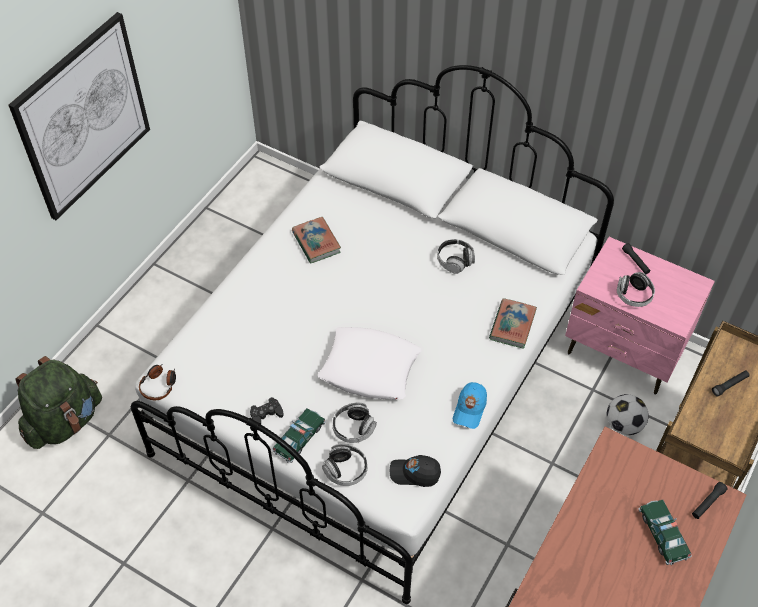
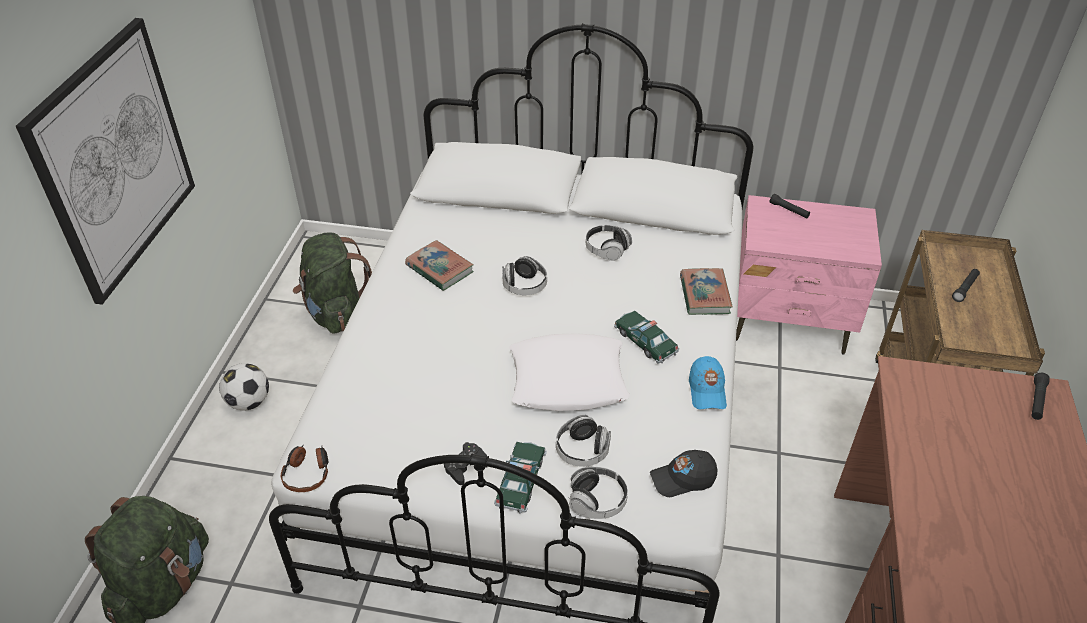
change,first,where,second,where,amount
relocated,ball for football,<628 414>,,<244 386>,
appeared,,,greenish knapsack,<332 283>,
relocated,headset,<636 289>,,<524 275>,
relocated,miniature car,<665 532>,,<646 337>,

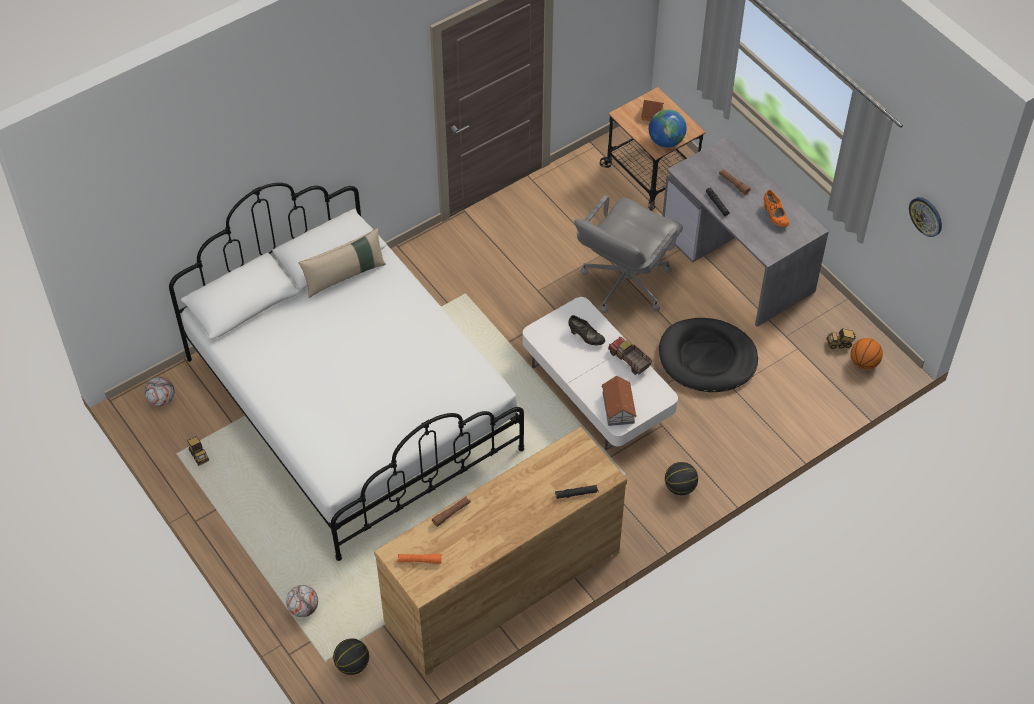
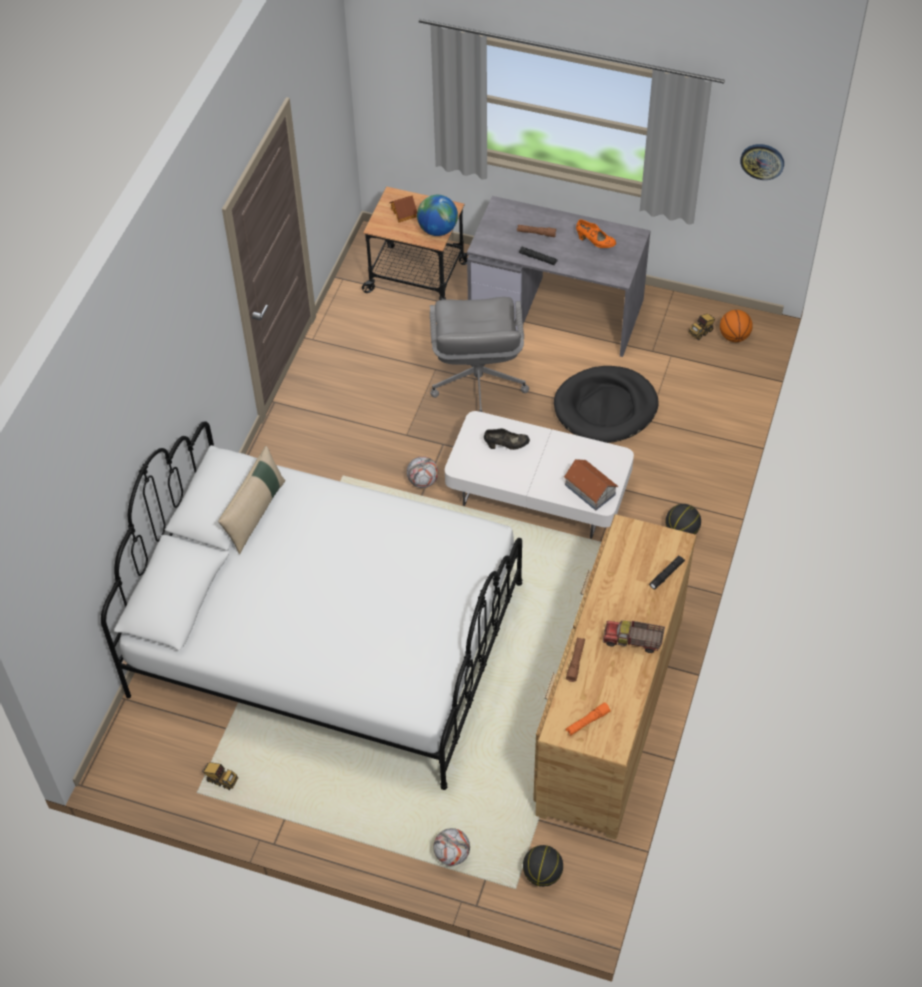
change,first,where,second,where,amount
relocated,ball for football,<159 391>,,<422 472>,
relocated,model truck,<630 356>,,<634 636>,

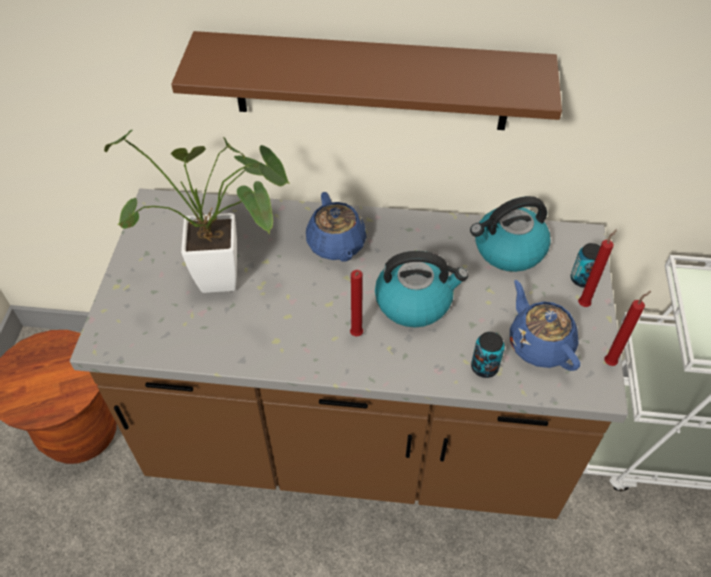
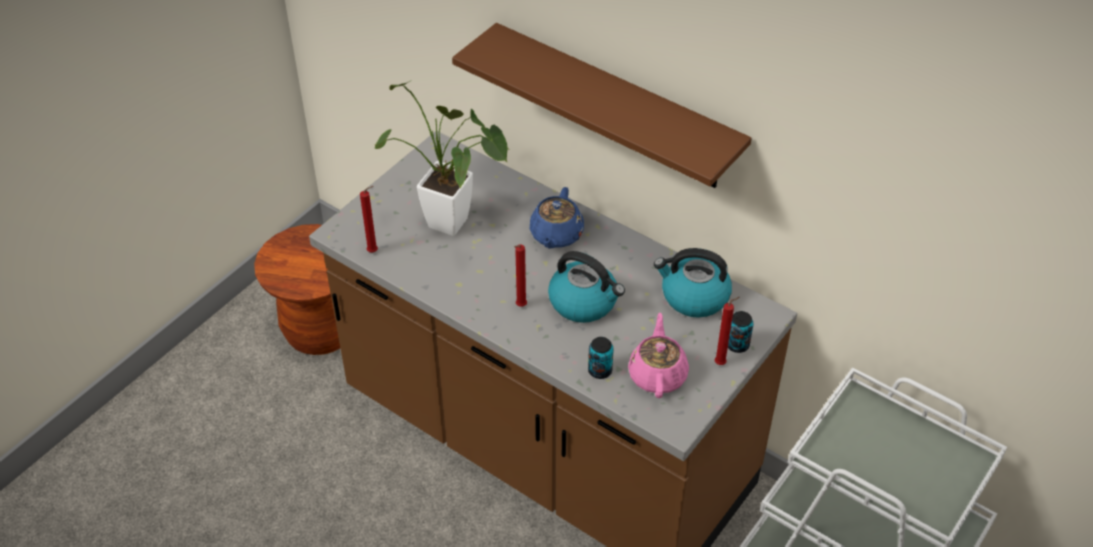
change,first,where,second,where,amount
relocated,reddish candle,<627 328>,,<369 219>,
colour,bluish pot for tea,<545 325>,pink pot for tea,<658 355>,

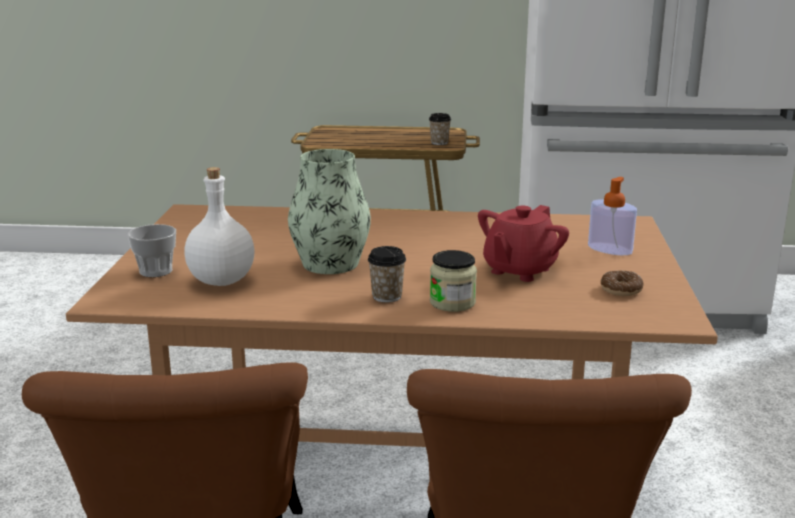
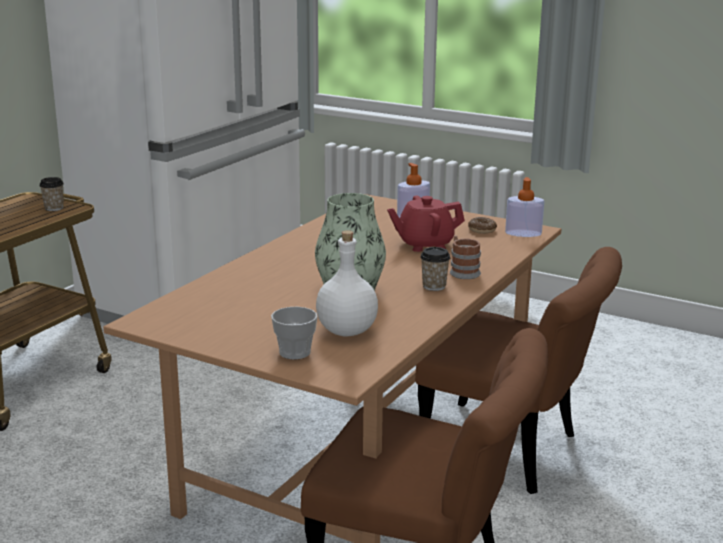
change,first,where,second,where,amount
spun,reddish pot for tea,<523 243>,,<426 224>,105 degrees clockwise
exchanged,storage jar,<453 281>,coffee mug,<465 257>,
appeared,,,soap bottle,<524 207>,

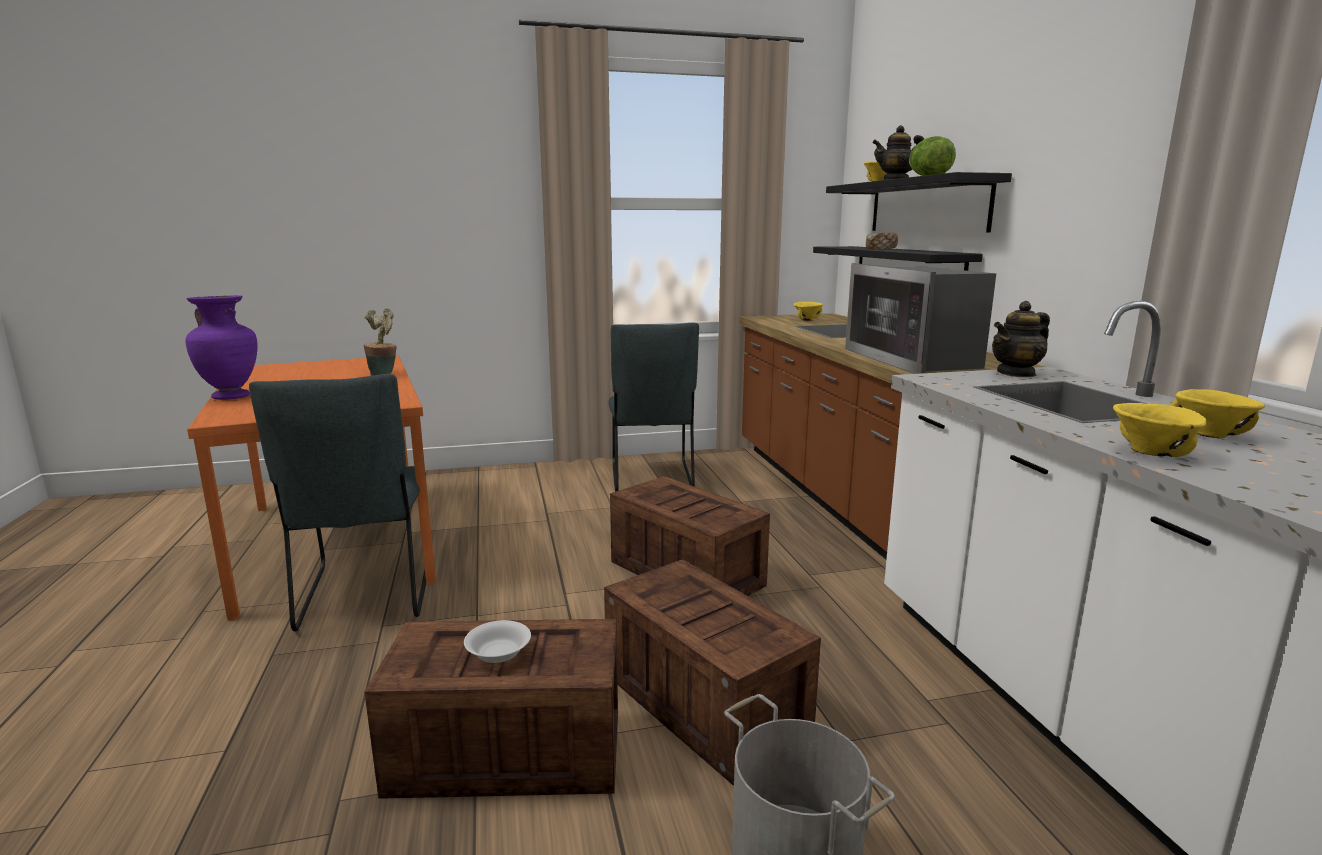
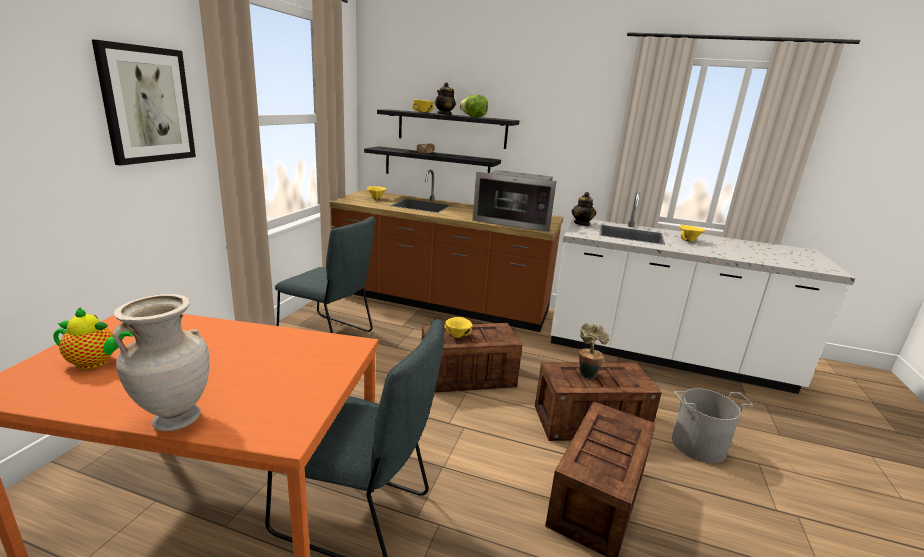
change,first,where,second,where,amount
appeared,,,pot for tea,<93 338>,
appeared,,,wall art,<144 103>,
colour,purple-coloured decorative vase,<221 347>,beige-coloured decorative vase,<161 362>,
relocated,yellowish deep dish,<1160 430>,,<459 327>,
relocated,potted plant,<380 342>,,<594 351>,
missing,white-coloured deep dish,<497 641>,,,

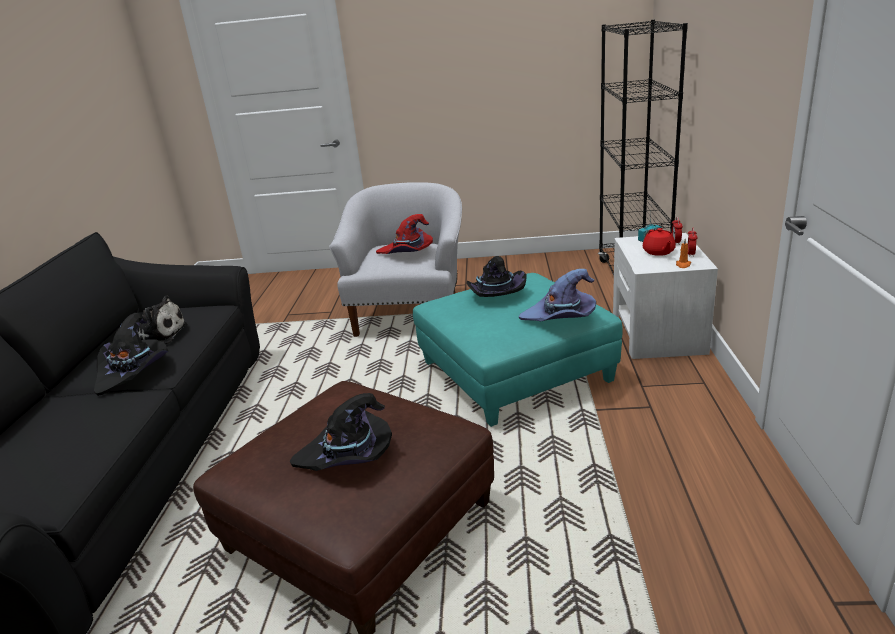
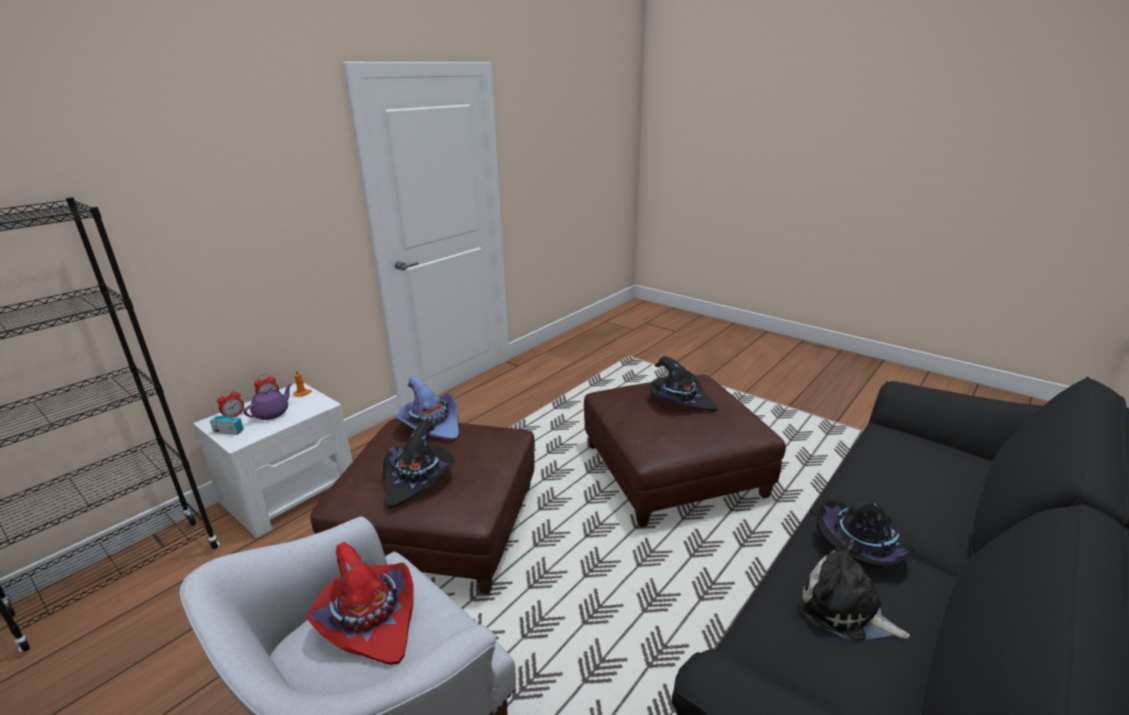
change,first,where,second,where,amount
colour,reddish pot for tea,<659 242>,purple-coloured pot for tea,<267 401>,
colour,turquoise-coloured ottoman,<518 350>,brown-coloured ottoman,<423 506>,

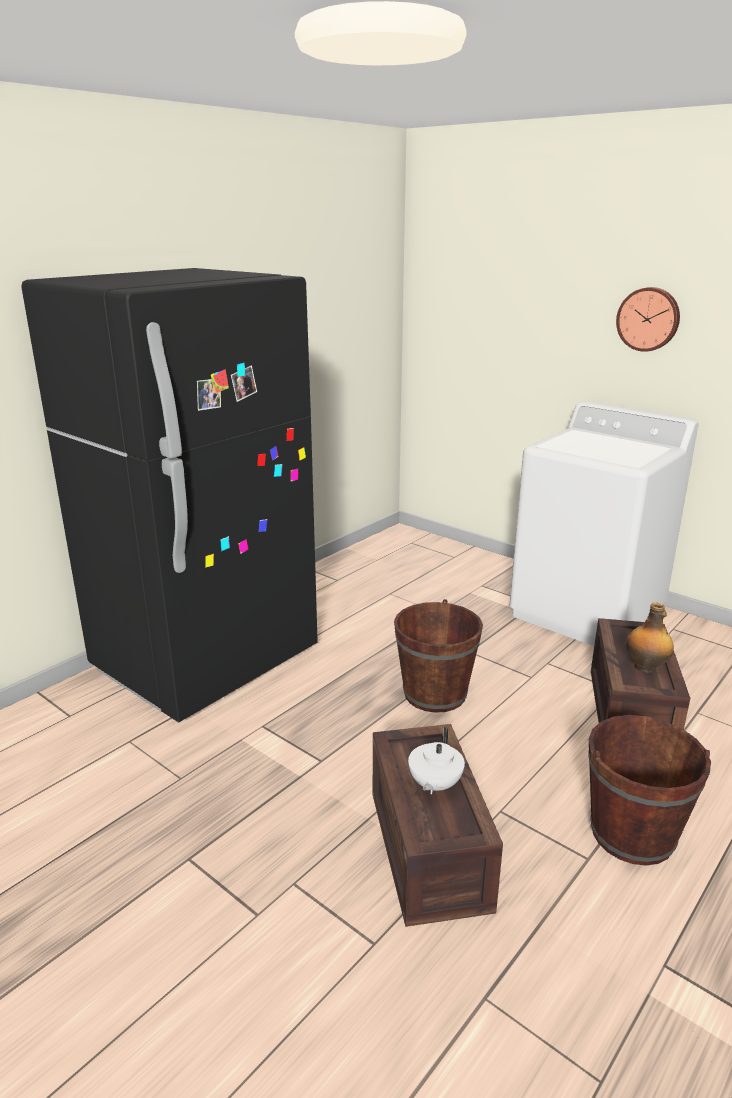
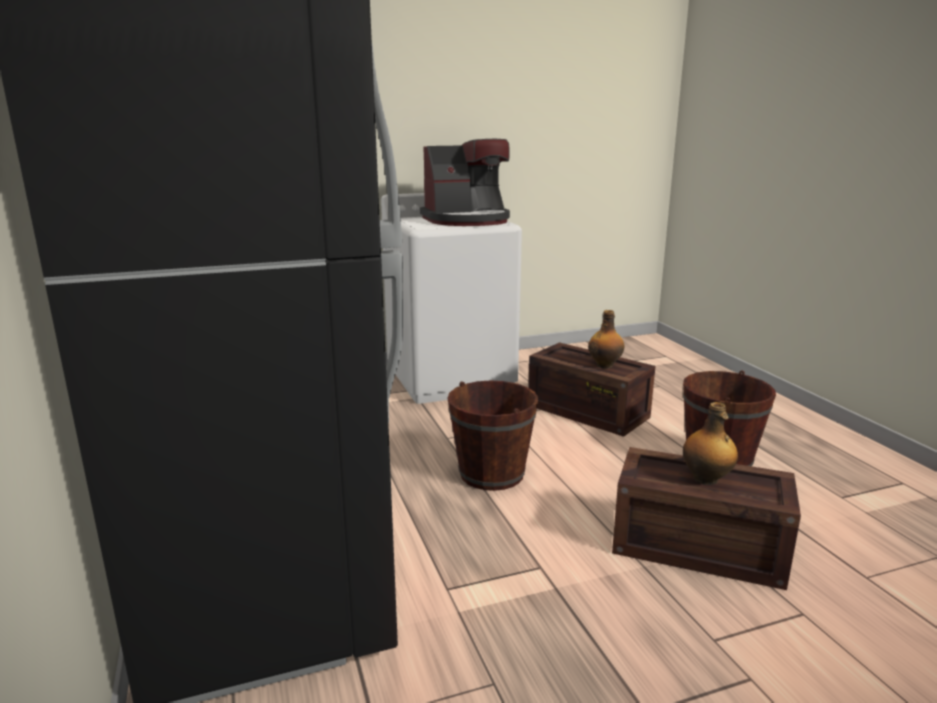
change,first,where,second,where,amount
appeared,,,coffee maker,<465 182>,
exchanged,white-coloured pot for tea,<436 760>,beverage bottle,<710 443>,
missing,clock on the wall,<648 319>,,,

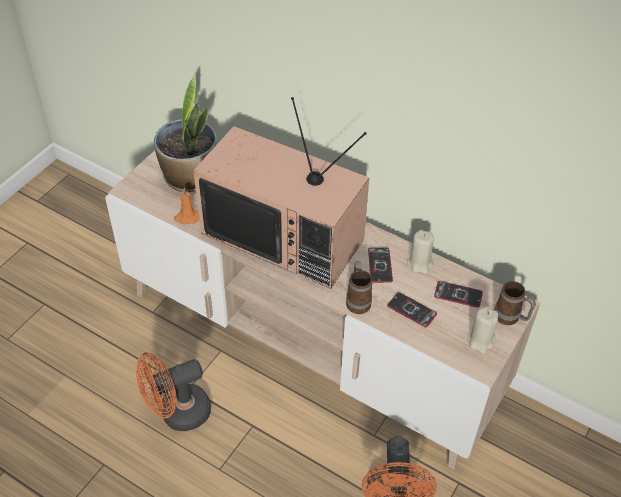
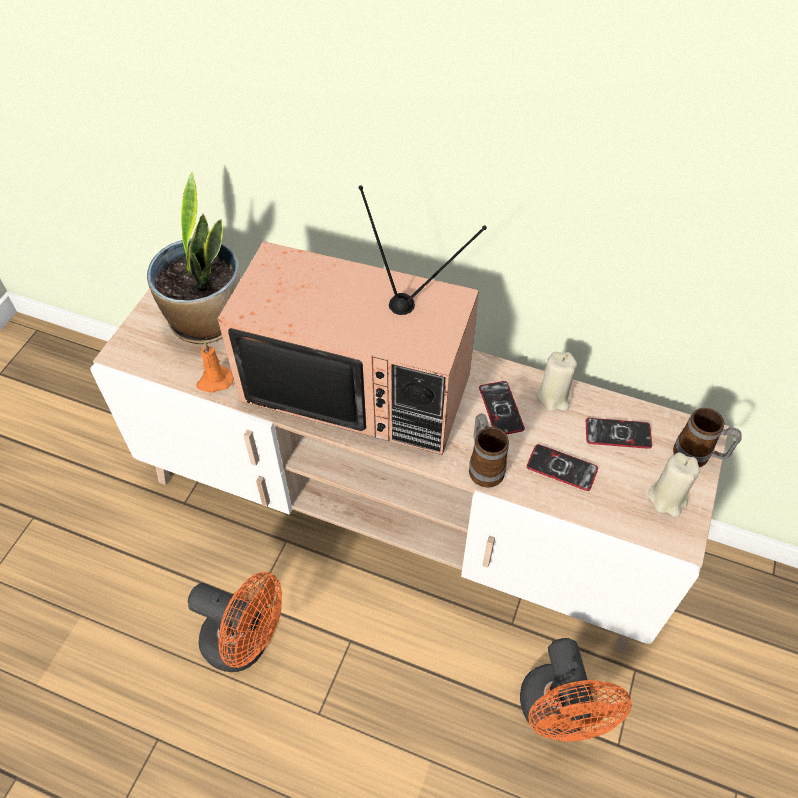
change,first,where,second,where,amount
spun,orange-coloured fan,<173 391>,,<235 622>,120 degrees counterclockwise

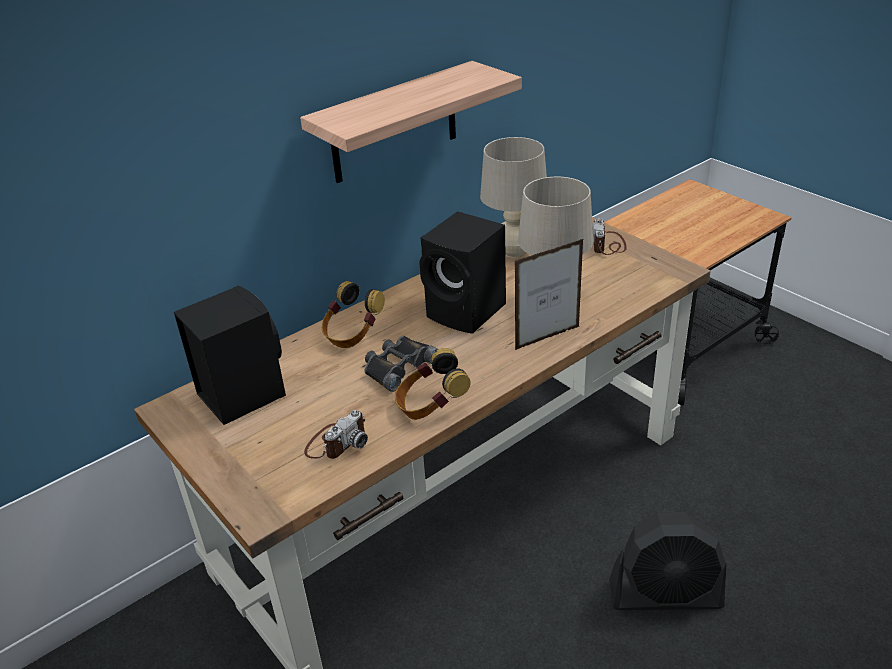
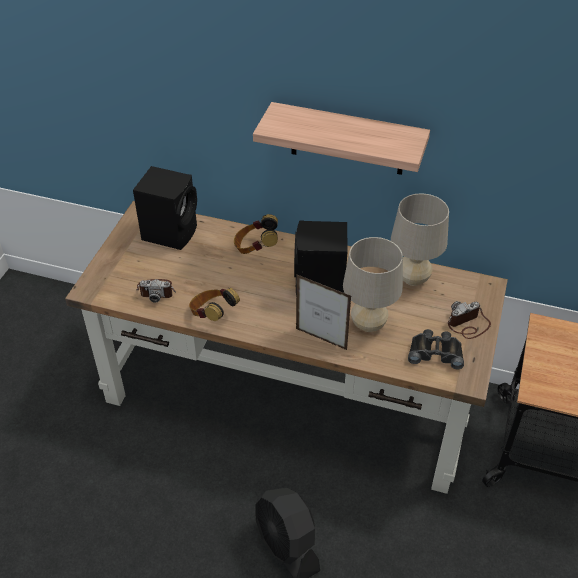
change,first,where,second,where,amount
relocated,black-coloured pair of binoculars,<401 364>,,<436 349>,

